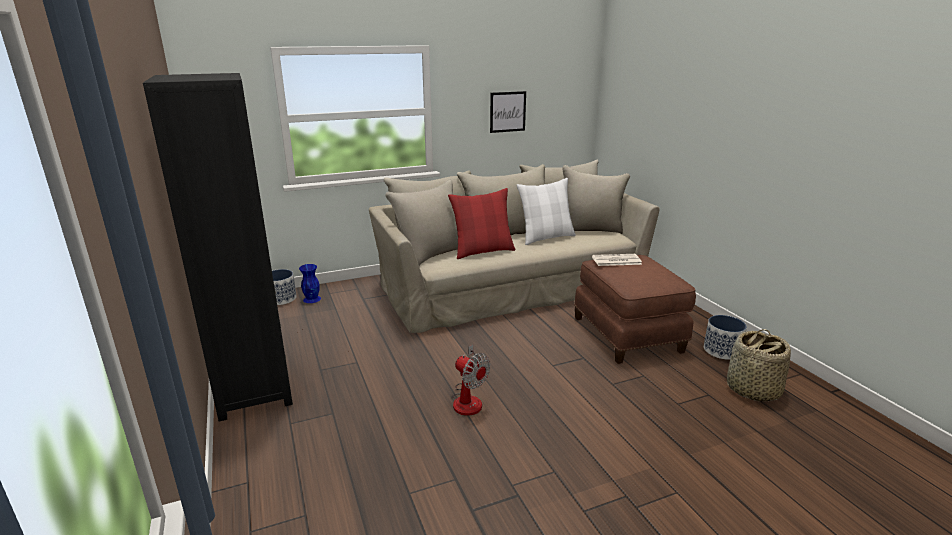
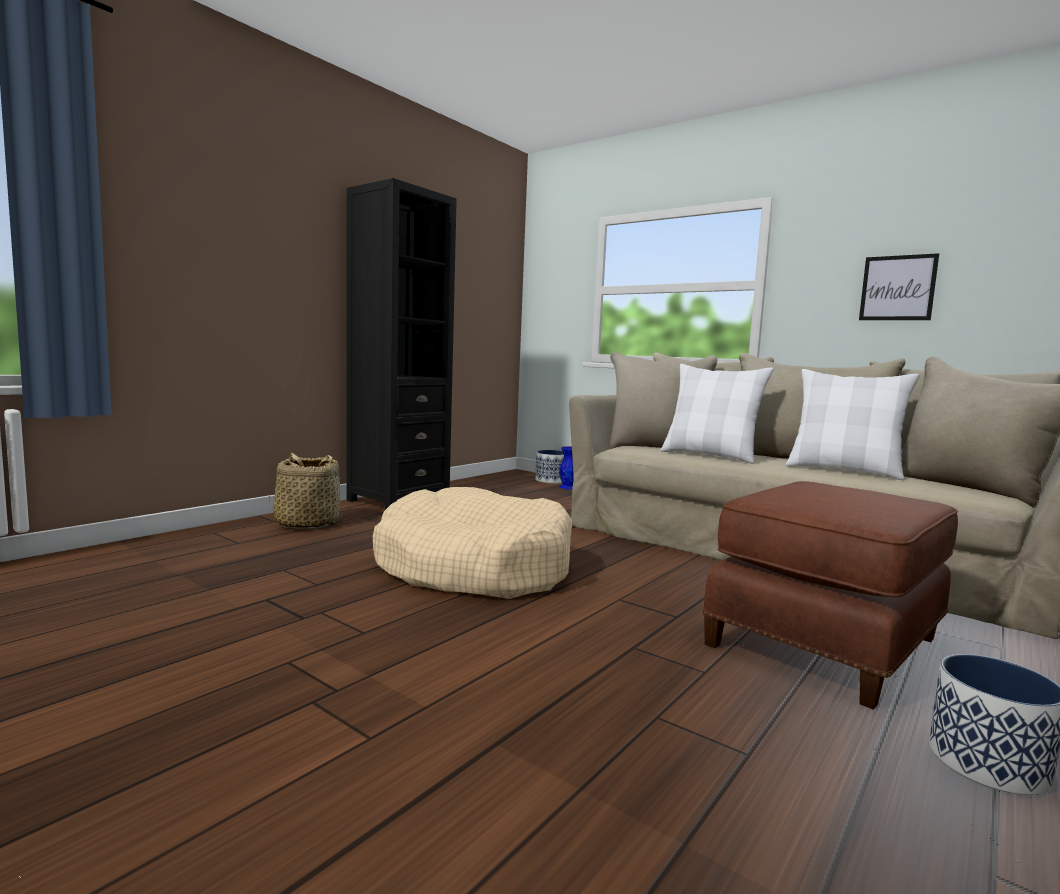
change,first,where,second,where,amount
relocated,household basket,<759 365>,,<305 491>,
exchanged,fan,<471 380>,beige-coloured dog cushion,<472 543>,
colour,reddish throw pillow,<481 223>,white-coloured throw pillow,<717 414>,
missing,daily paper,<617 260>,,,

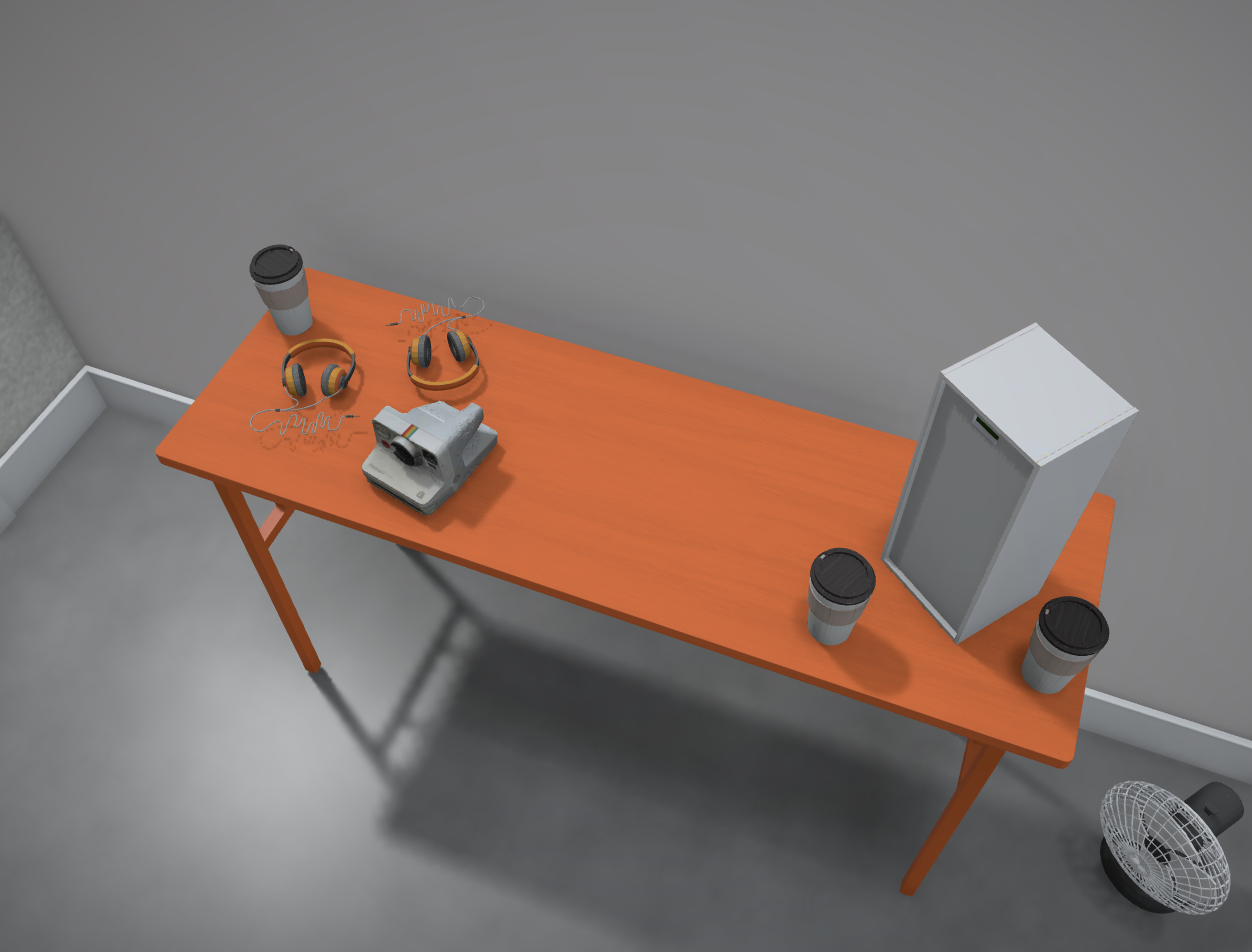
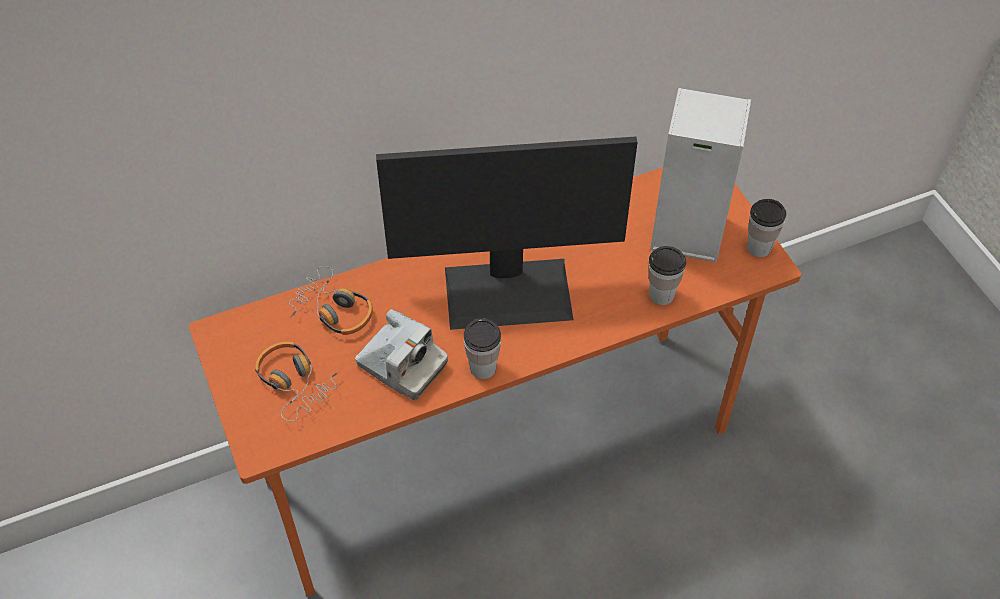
change,first,where,second,where,amount
spun,still camera,<430 458>,,<401 354>,45 degrees counterclockwise
appeared,,,computer screen,<507 233>,
relocated,cup,<281 290>,,<482 348>,
missing,white-coloured fan,<1172 848>,,,

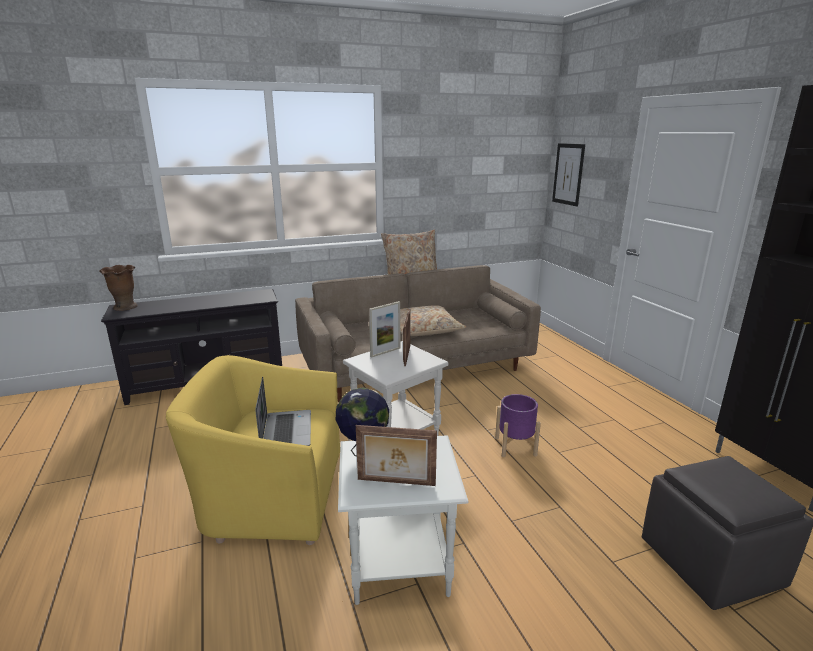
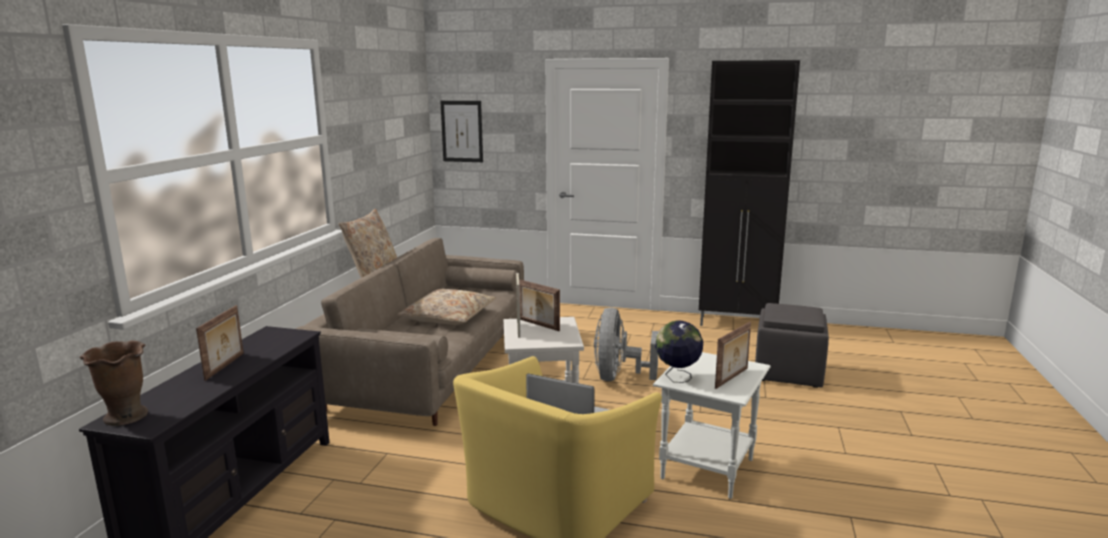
change,first,where,second,where,amount
appeared,,,photo frame,<220 343>,
exchanged,purple-coloured planter,<518 425>,gray fan,<626 344>,

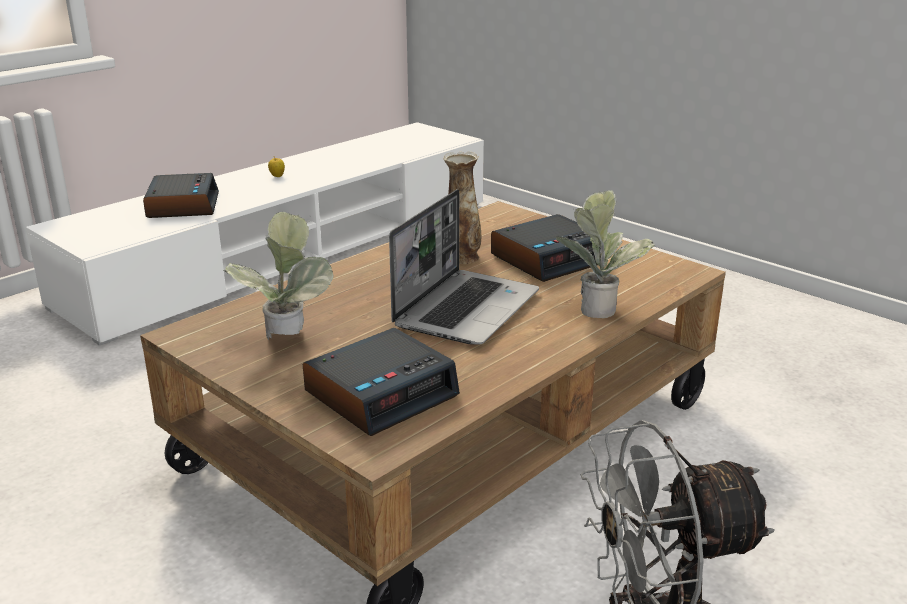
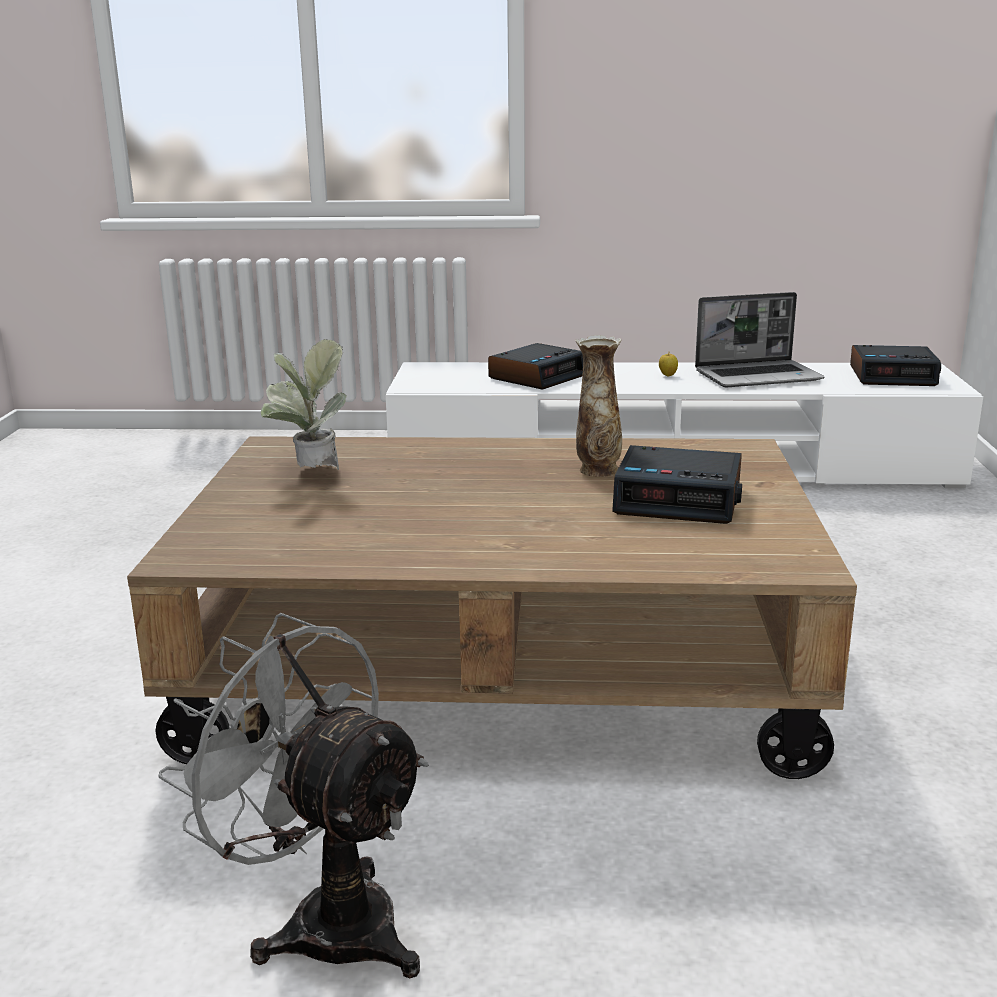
change,first,where,second,where,amount
relocated,portable computer,<464 266>,,<759 339>,
relocated,table clock,<381 382>,,<895 365>,
missing,potted plant,<605 254>,,,

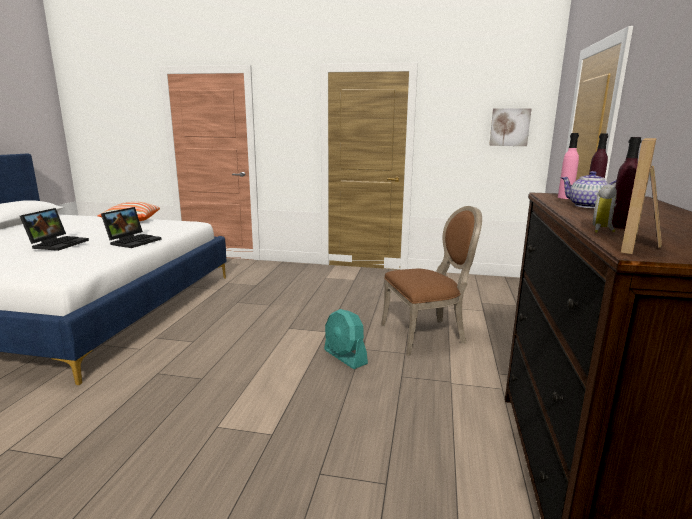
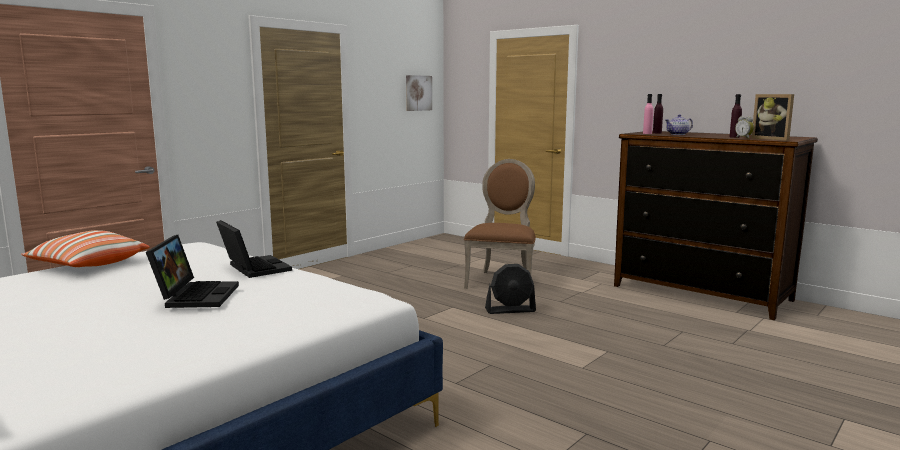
change,first,where,second,where,amount
spun,portable computer,<54 229>,,<192 271>,45 degrees clockwise
colour,turquoise-coloured fan,<346 339>,black-coloured fan,<510 289>,

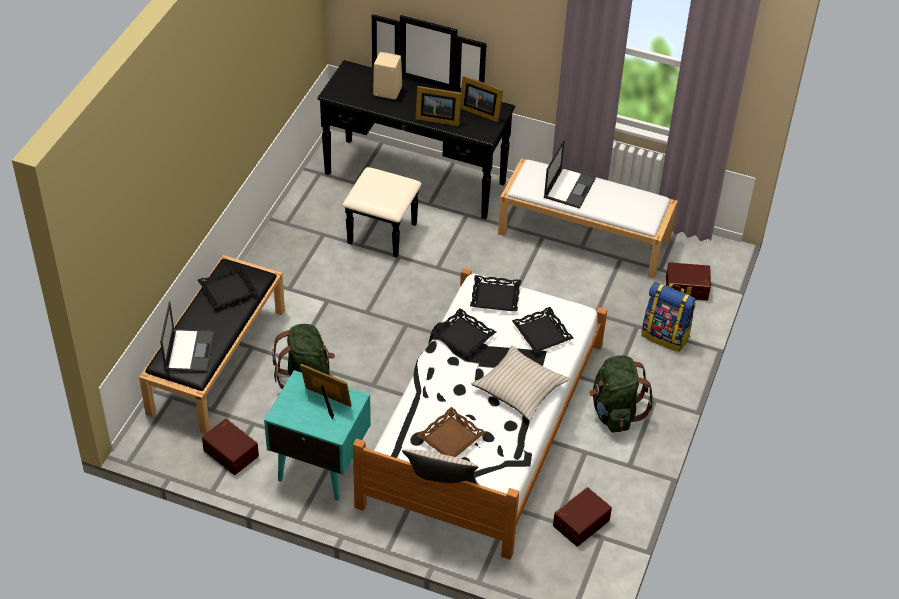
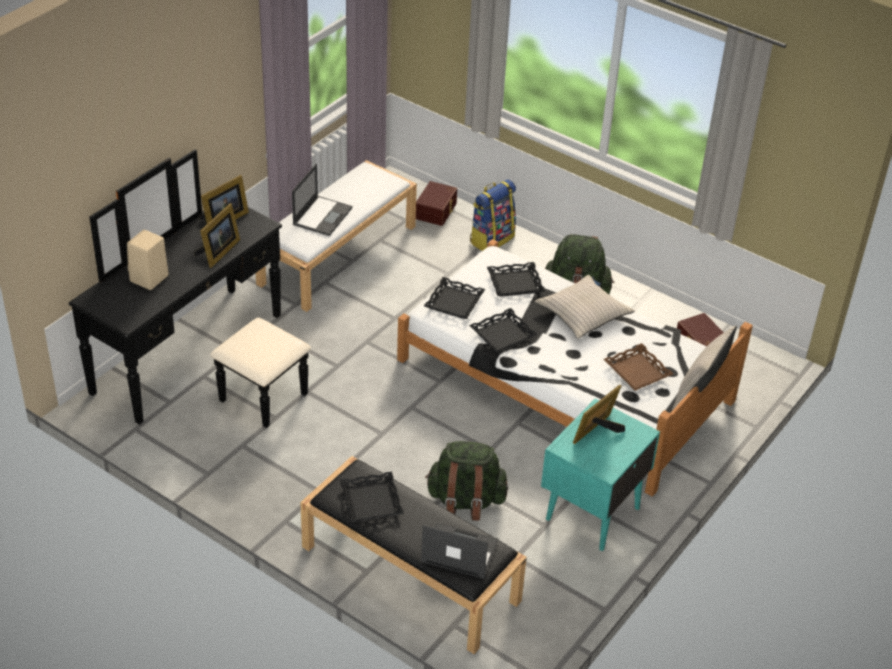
change,first,where,second,where,amount
spun,portable computer,<570 174>,,<322 200>,75 degrees clockwise
missing,brown-coloured storage bin,<230 446>,,,

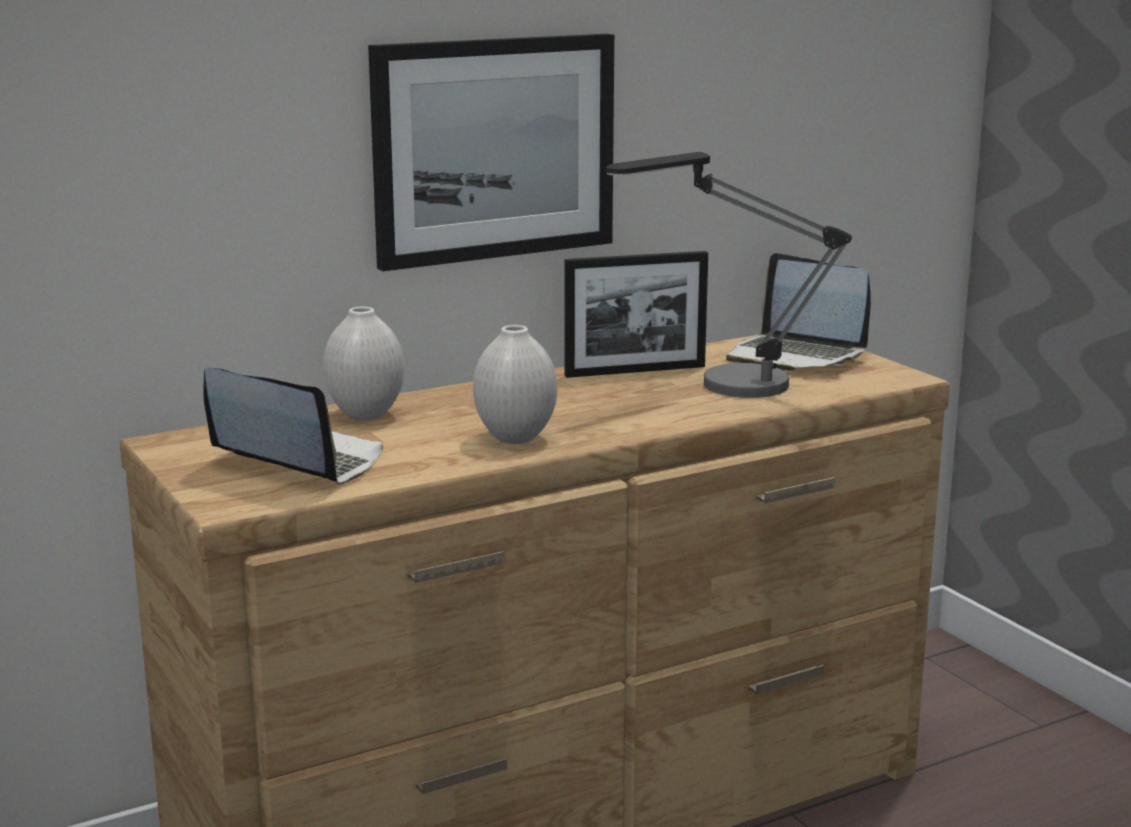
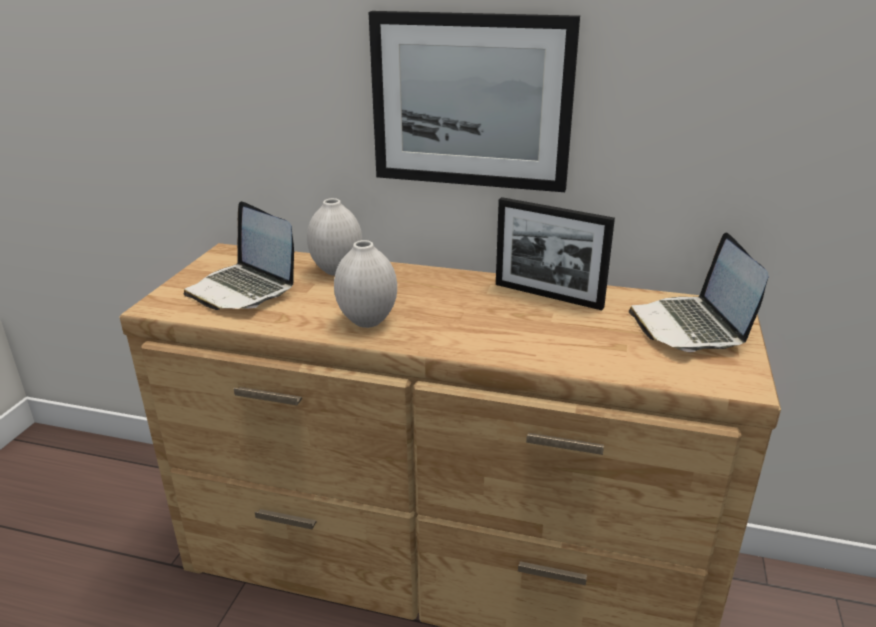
change,first,where,second,where,amount
spun,portable computer,<293 425>,,<238 255>,150 degrees clockwise
missing,table lamp,<729 275>,,,

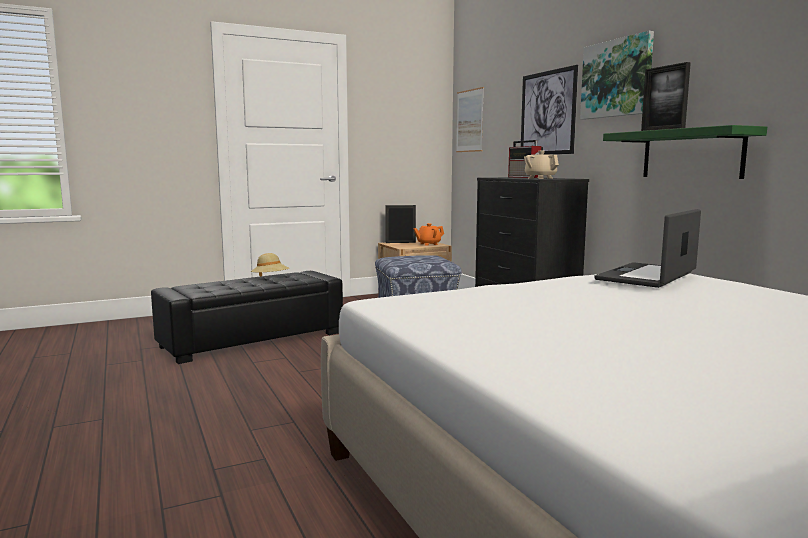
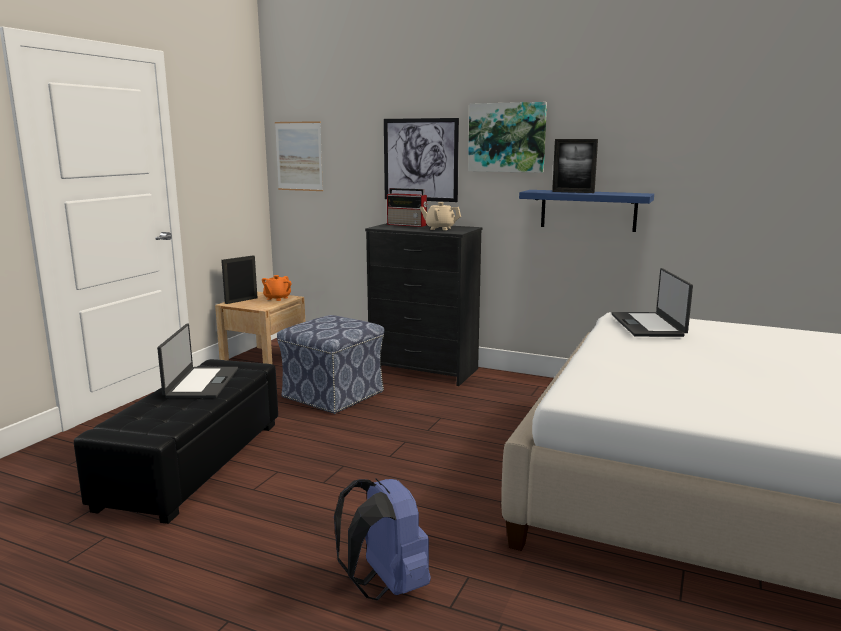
change,first,where,second,where,amount
exchanged,beige-coloured clothing hat,<270 265>,portable computer,<197 361>,
appeared,,,bluish knapsack,<382 539>,
colour,greenish bracket shelf,<685 152>,bluish bracket shelf,<586 211>,

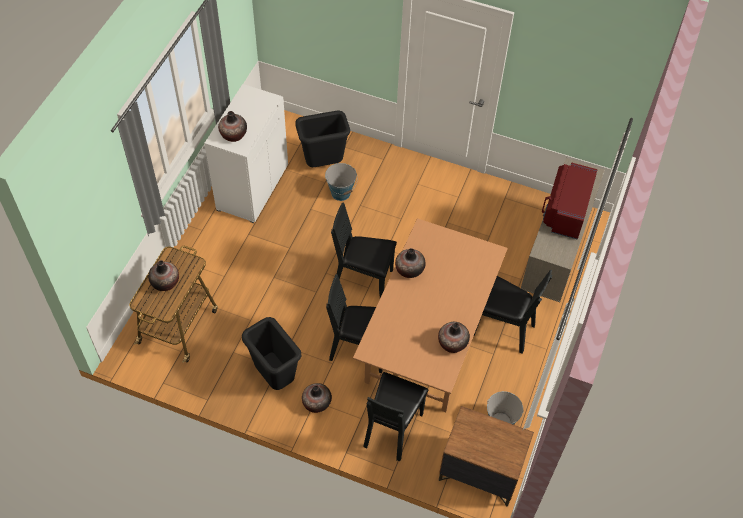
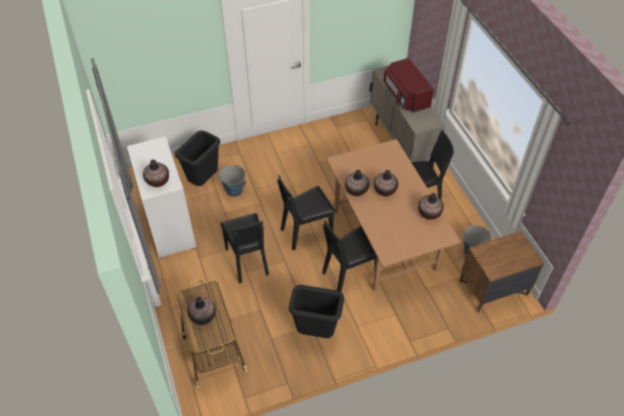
change,first,where,second,where,amount
relocated,black-coloured plain chair,<396 416>,,<244 248>,
relocated,decorative vase,<317 398>,,<386 183>,

